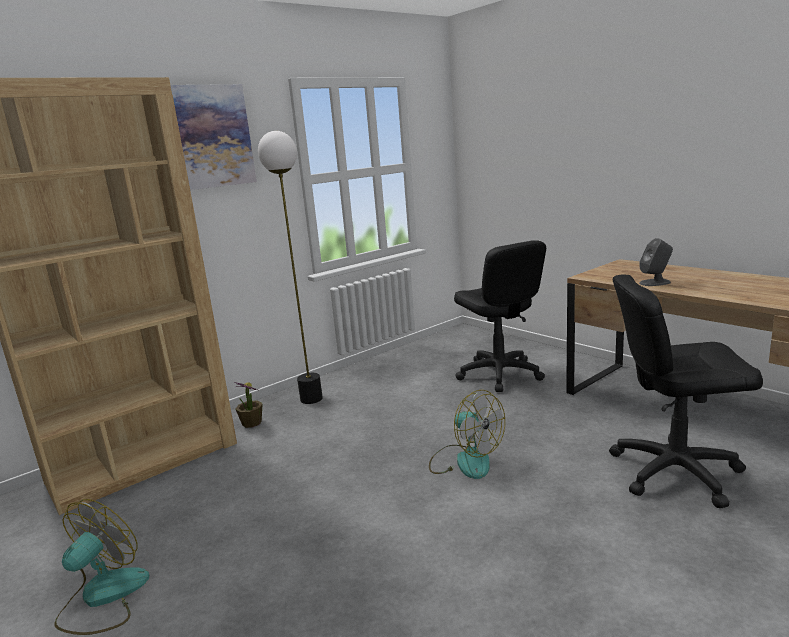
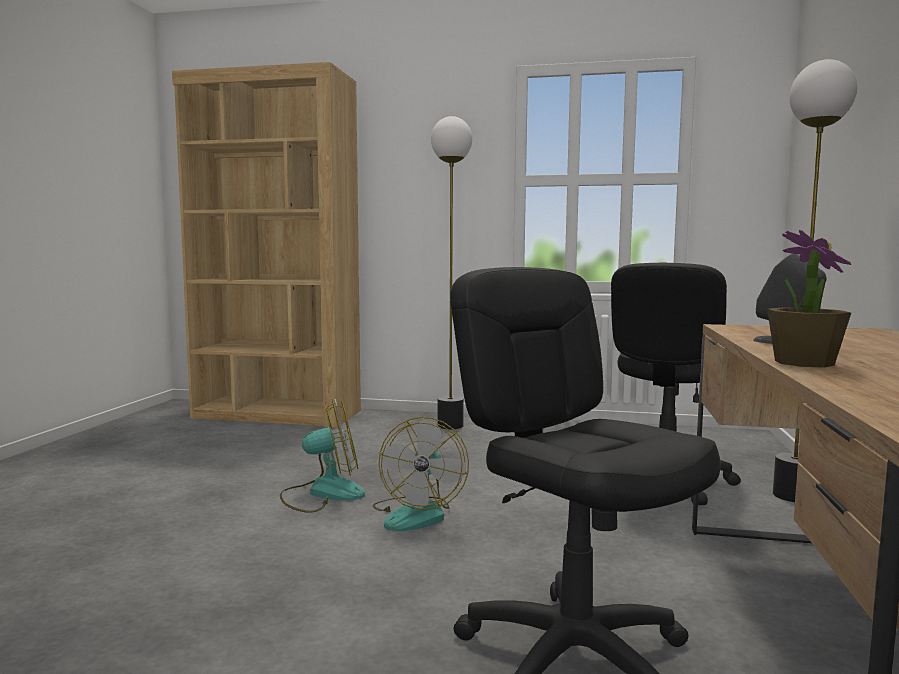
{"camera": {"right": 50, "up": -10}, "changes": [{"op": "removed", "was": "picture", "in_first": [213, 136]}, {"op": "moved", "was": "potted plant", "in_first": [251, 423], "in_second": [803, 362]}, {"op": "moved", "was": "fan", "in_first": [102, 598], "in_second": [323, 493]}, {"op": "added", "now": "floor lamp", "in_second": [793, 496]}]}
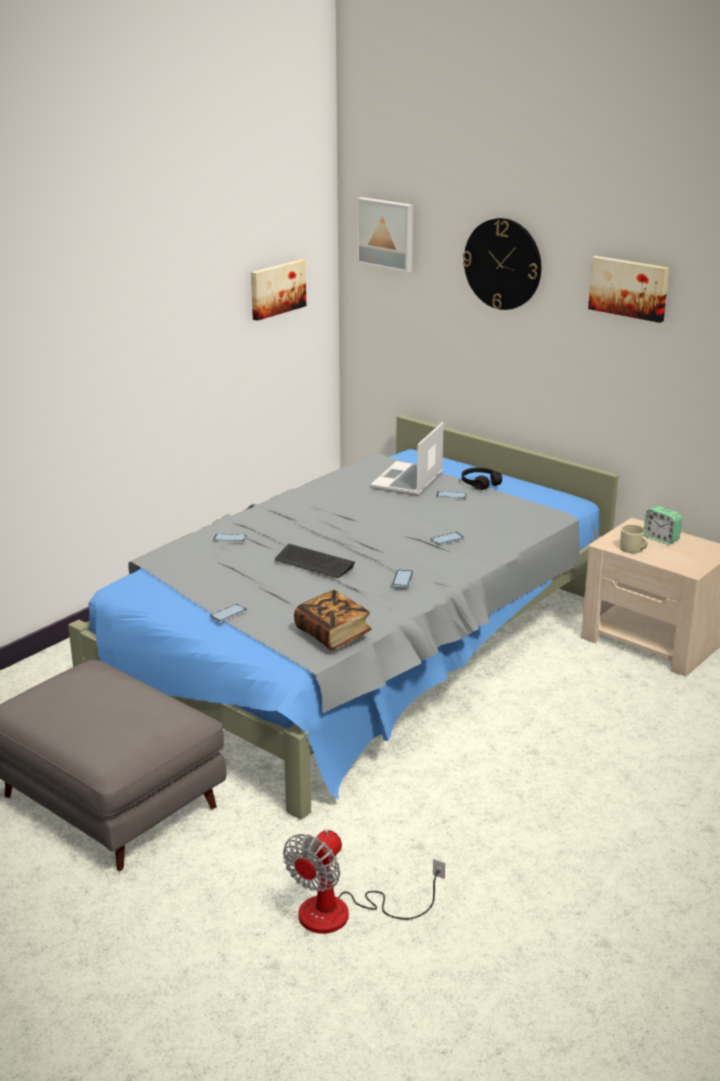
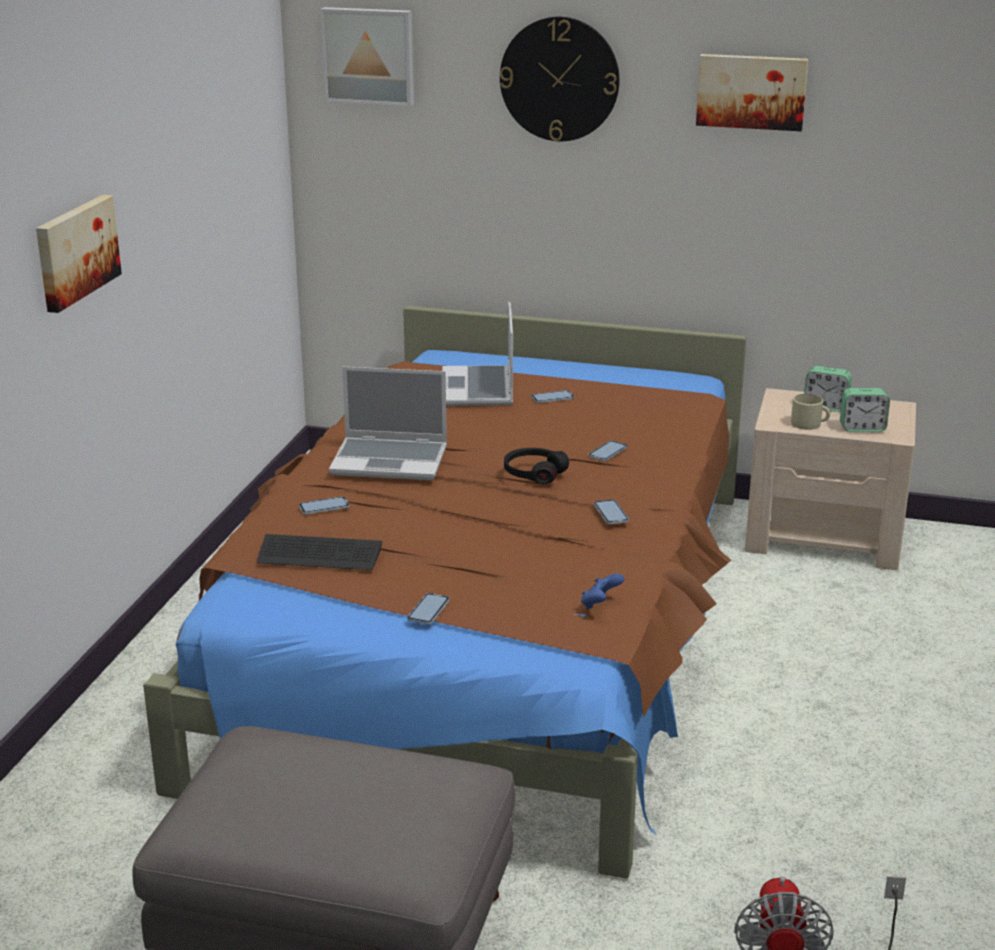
{"camera": {"right": -25, "up": 0}, "changes": [{"op": "moved", "was": "picture", "in_first": [276, 289], "in_second": [75, 251]}, {"op": "recoloured", "was": "grey bed", "now": "brown bed", "in_first": [357, 649], "in_second": [493, 628]}, {"op": "moved", "was": "black headphones", "in_first": [480, 483], "in_second": [534, 473]}, {"op": "moved", "was": "keyboard", "in_first": [314, 563], "in_second": [319, 555]}, {"op": "replaced", "was": "book", "now": "blue game controller", "in_first": [333, 634], "in_second": [600, 604]}, {"op": "added", "now": "laptop", "in_second": [391, 460]}, {"op": "added", "now": "alarm clock", "in_second": [862, 428]}]}
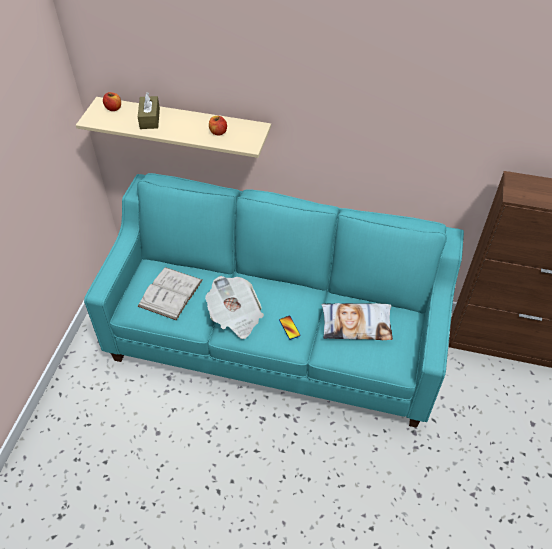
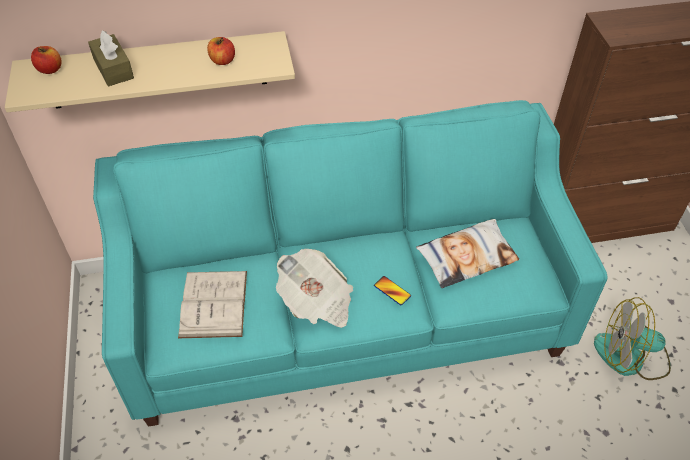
{"camera": {"right": -25, "up": 0}, "changes": [{"op": "added", "now": "fan", "in_second": [631, 357]}]}
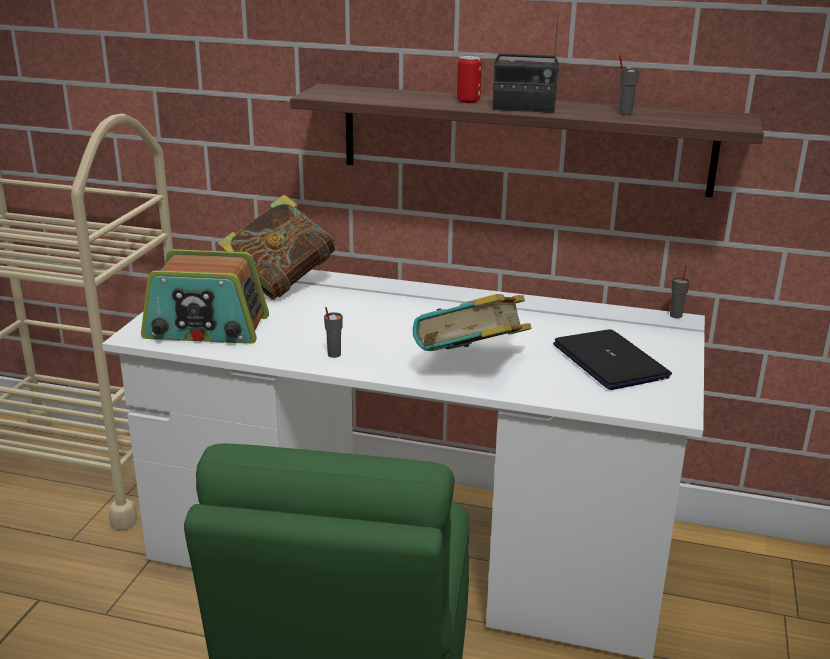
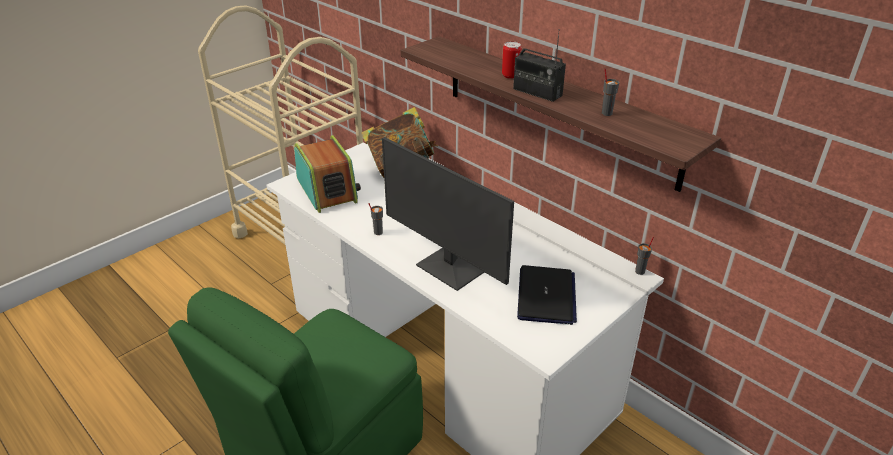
{"camera": {"right": 30, "up": 10}, "changes": [{"op": "turned", "was": "radio", "in_first": [206, 328], "in_second": [327, 190], "clockwise": -150}, {"op": "replaced", "was": "book", "now": "monitor", "in_first": [471, 365], "in_second": [451, 268]}]}
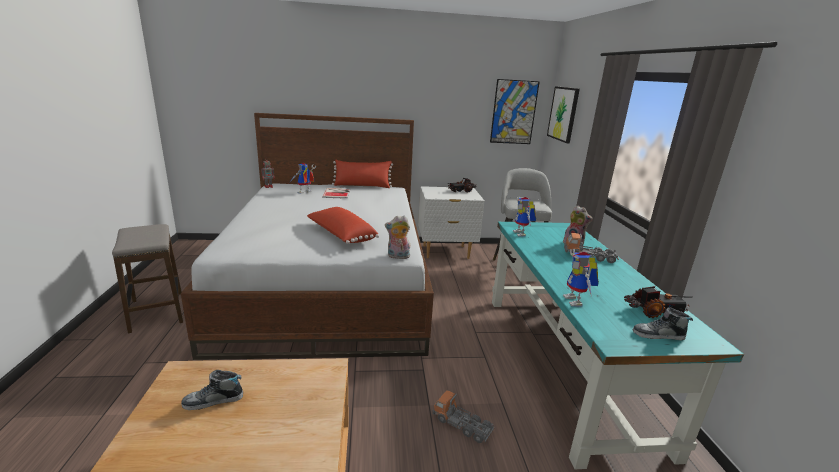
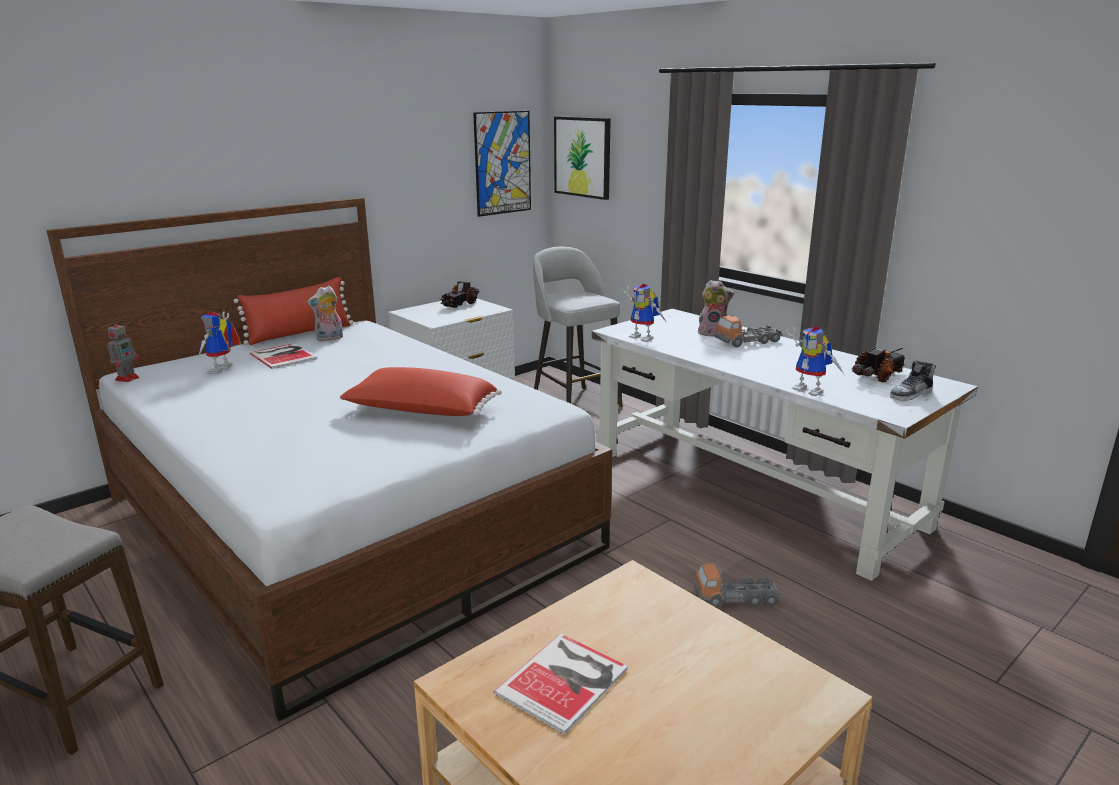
{"camera": {"right": -35, "up": 0}, "changes": [{"op": "moved", "was": "plush toy", "in_first": [398, 257], "in_second": [329, 339]}, {"op": "recoloured", "was": "turquoise desk", "now": "white desk", "in_first": [566, 364], "in_second": [753, 489]}, {"op": "replaced", "was": "shoe", "now": "book", "in_first": [213, 401], "in_second": [566, 680]}]}
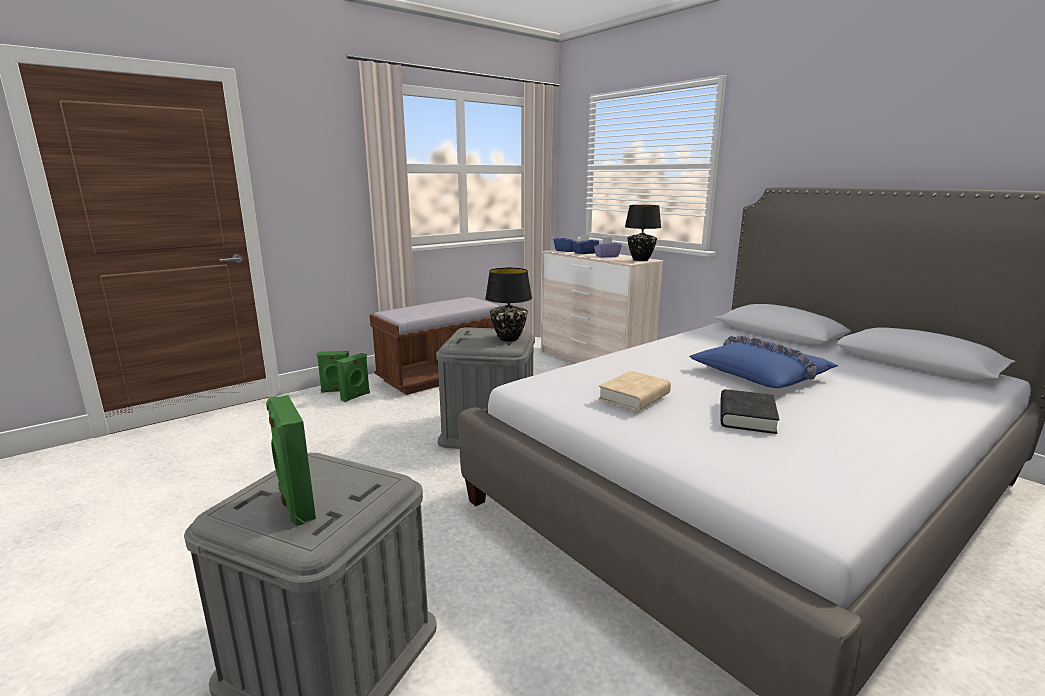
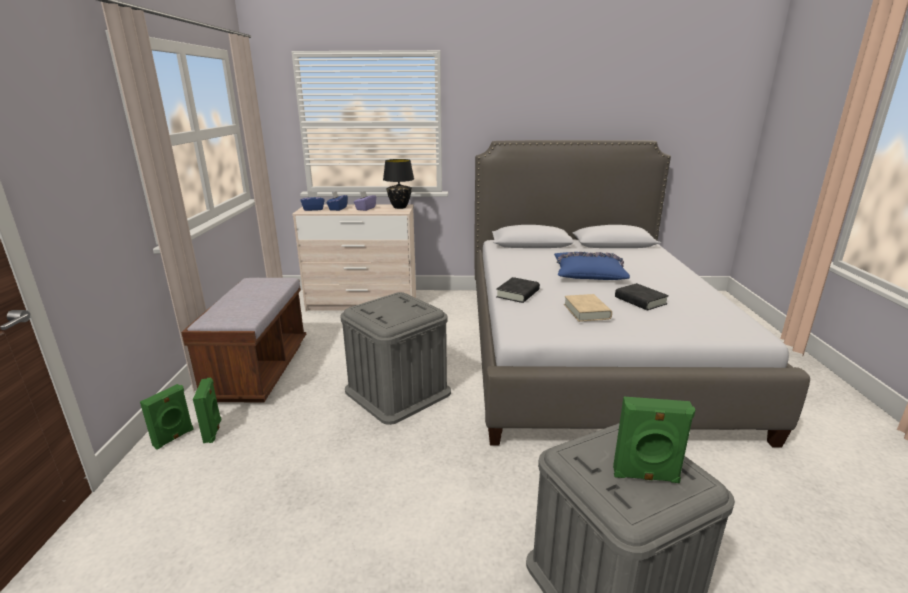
{"camera": {"right": -50, "up": 5}, "changes": [{"op": "removed", "was": "black table lamp", "in_first": [508, 339]}, {"op": "added", "now": "black book", "in_second": [518, 294]}]}
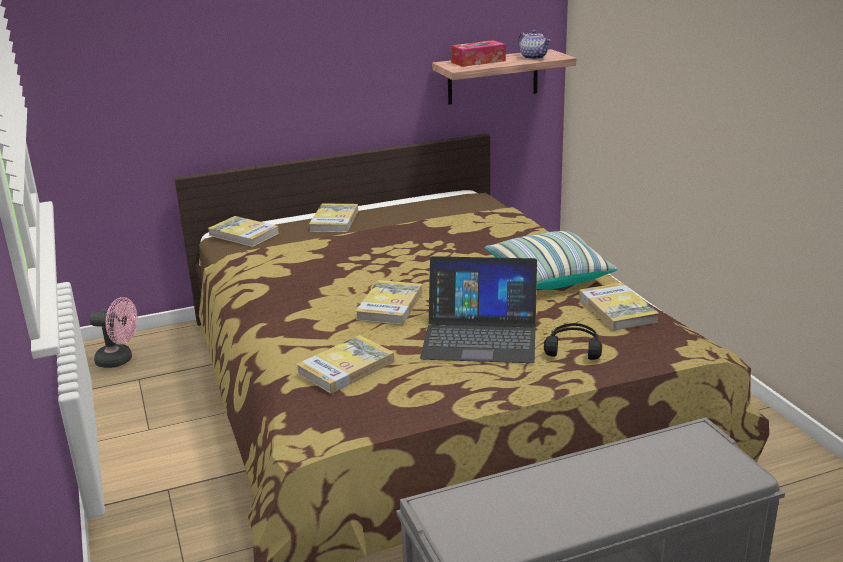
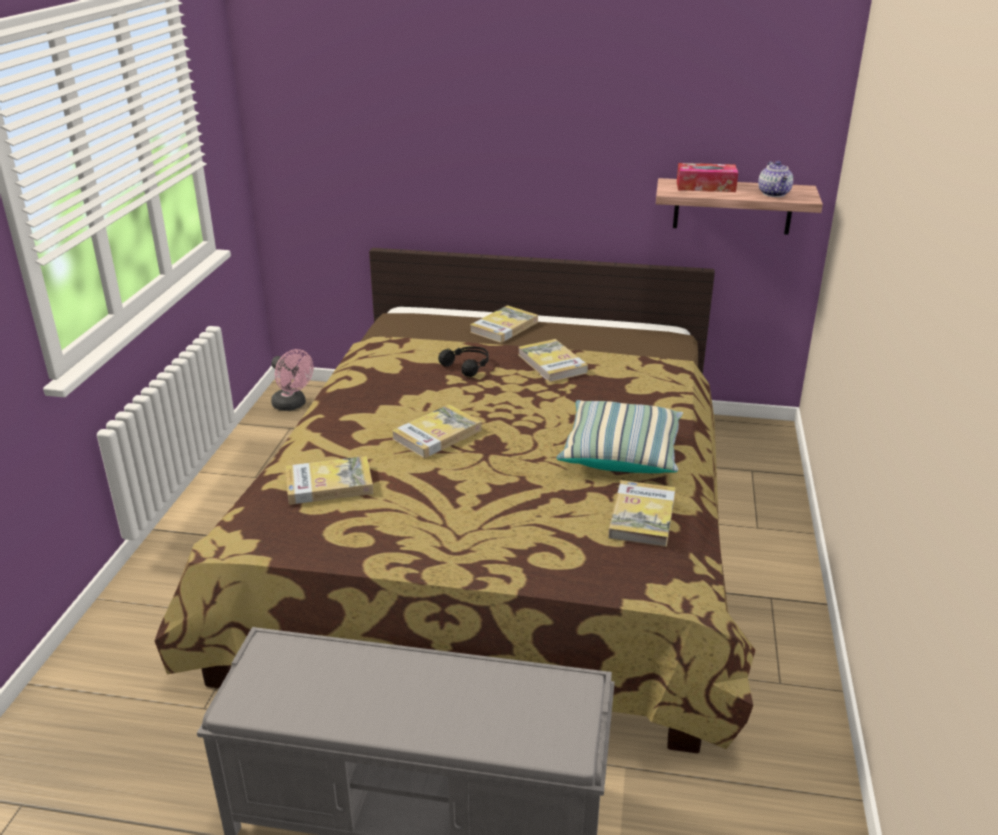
{"camera": {"right": 30, "up": 5}, "changes": [{"op": "moved", "was": "book", "in_first": [244, 234], "in_second": [552, 364]}, {"op": "removed", "was": "laptop", "in_first": [480, 336]}, {"op": "moved", "was": "black headphones", "in_first": [573, 348], "in_second": [468, 366]}]}
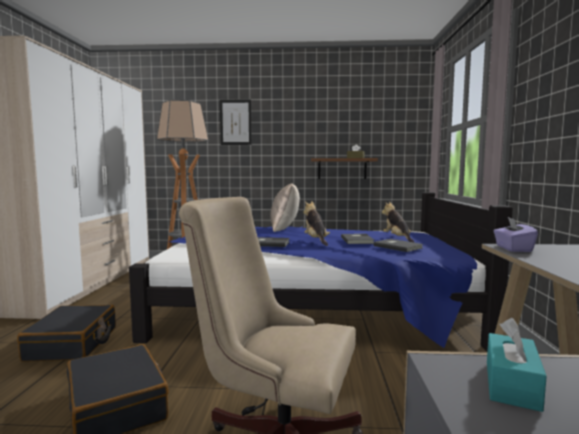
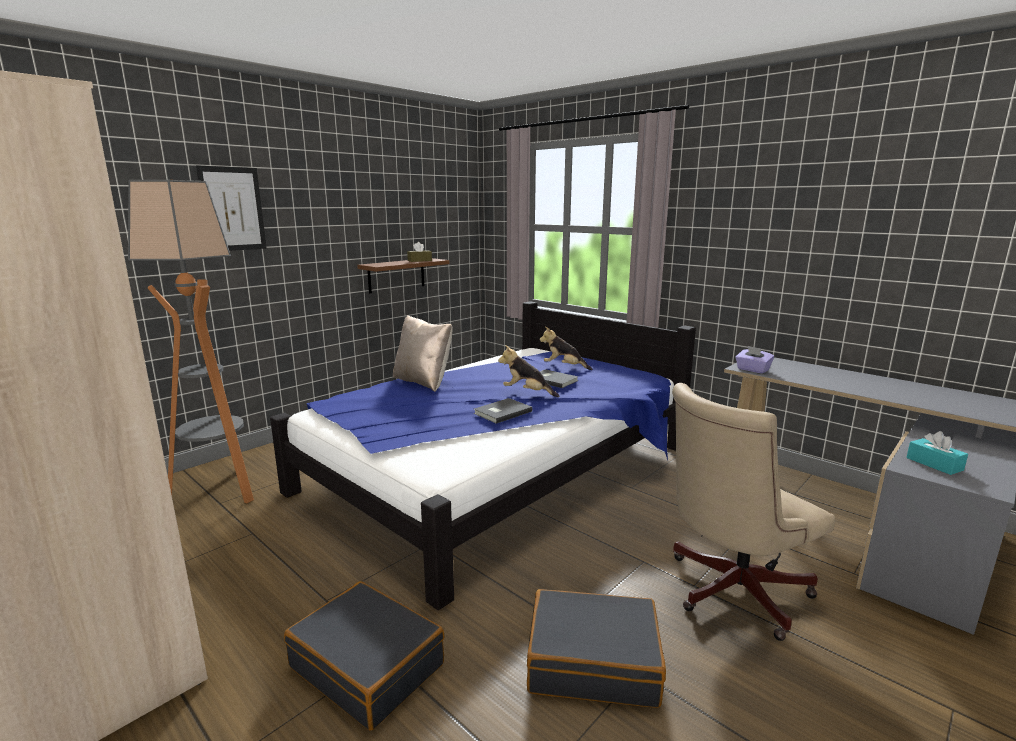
{"camera": {"right": -50, "up": 10}, "changes": [{"op": "removed", "was": "grey book", "in_first": [398, 246]}]}
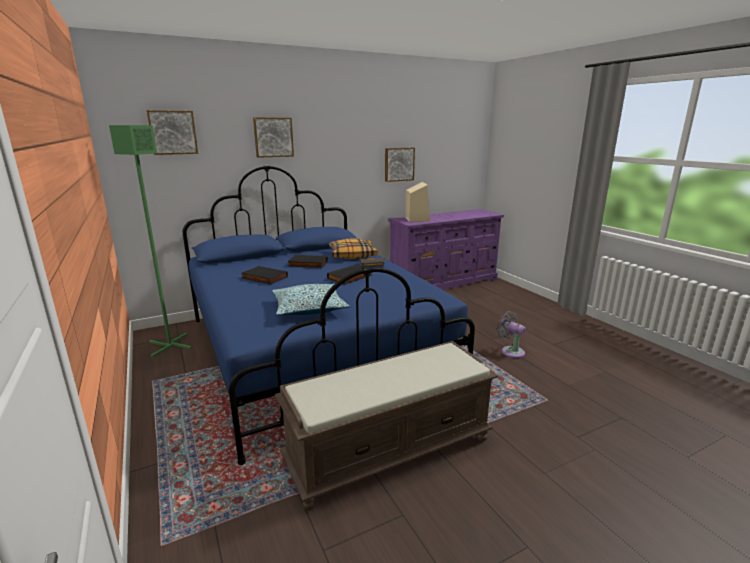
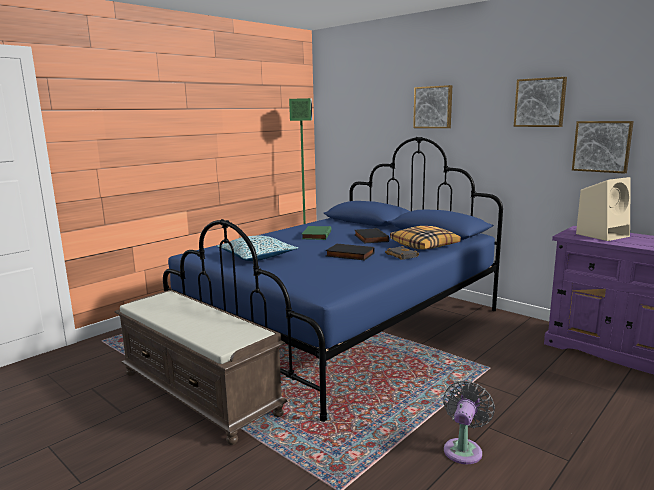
{"camera": {"right": 70, "up": -5}, "changes": [{"op": "moved", "was": "picture", "in_first": [173, 132], "in_second": [540, 102]}, {"op": "recoloured", "was": "black book", "now": "green book", "in_first": [263, 278], "in_second": [316, 235]}]}
